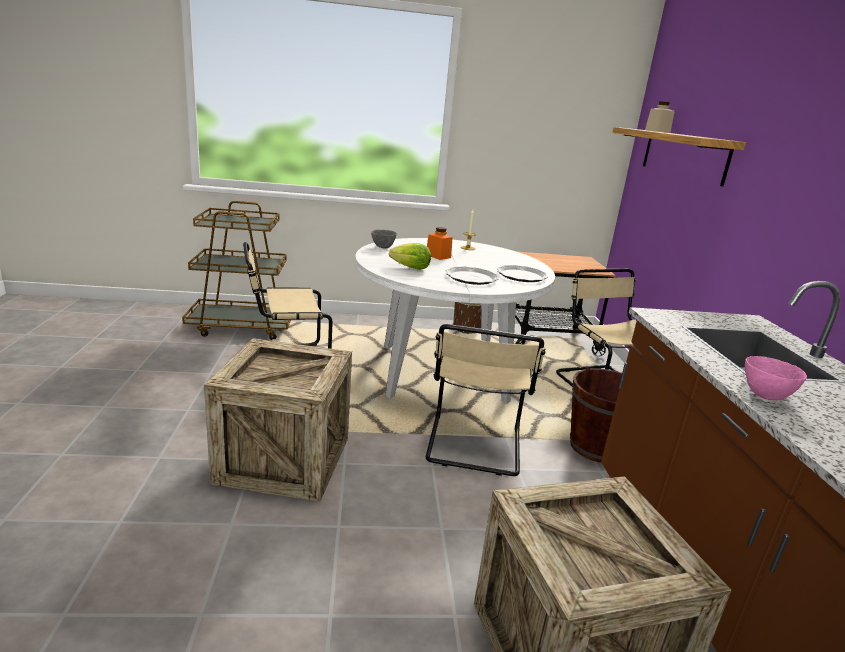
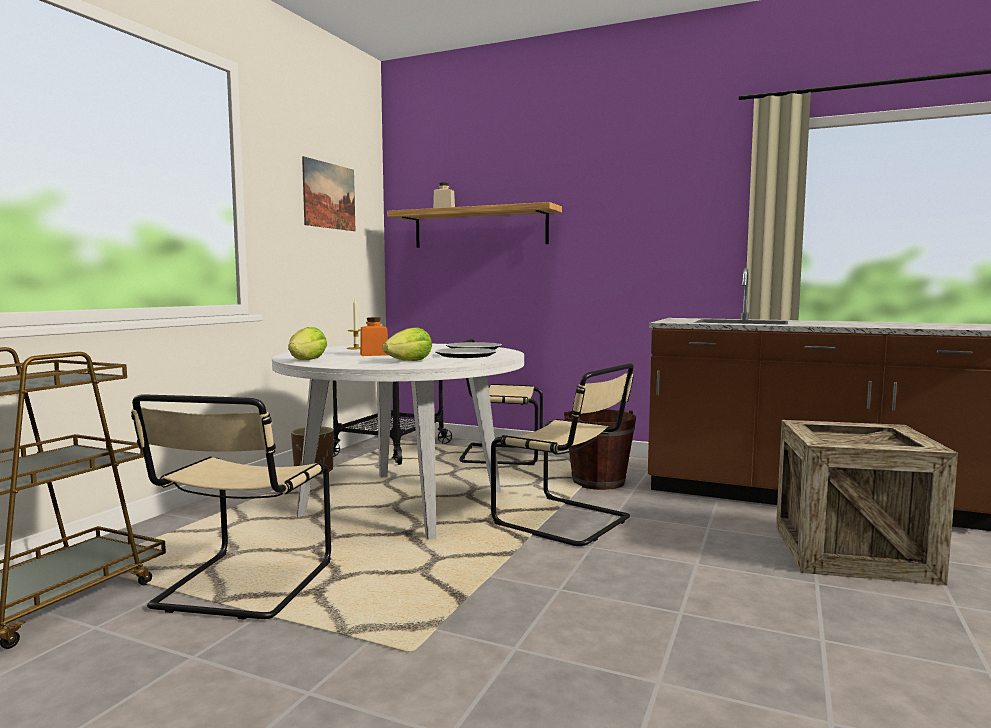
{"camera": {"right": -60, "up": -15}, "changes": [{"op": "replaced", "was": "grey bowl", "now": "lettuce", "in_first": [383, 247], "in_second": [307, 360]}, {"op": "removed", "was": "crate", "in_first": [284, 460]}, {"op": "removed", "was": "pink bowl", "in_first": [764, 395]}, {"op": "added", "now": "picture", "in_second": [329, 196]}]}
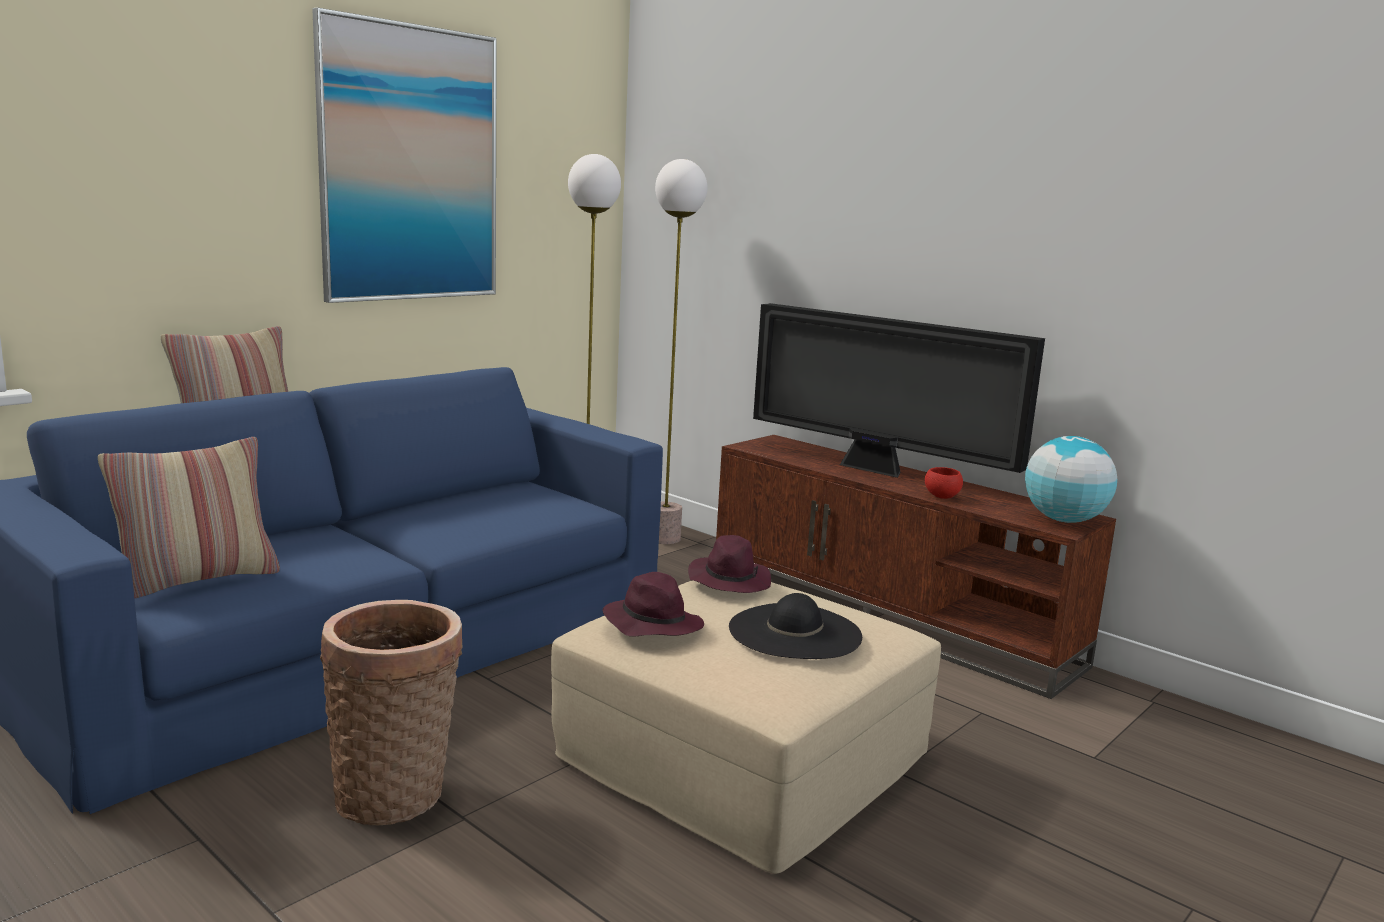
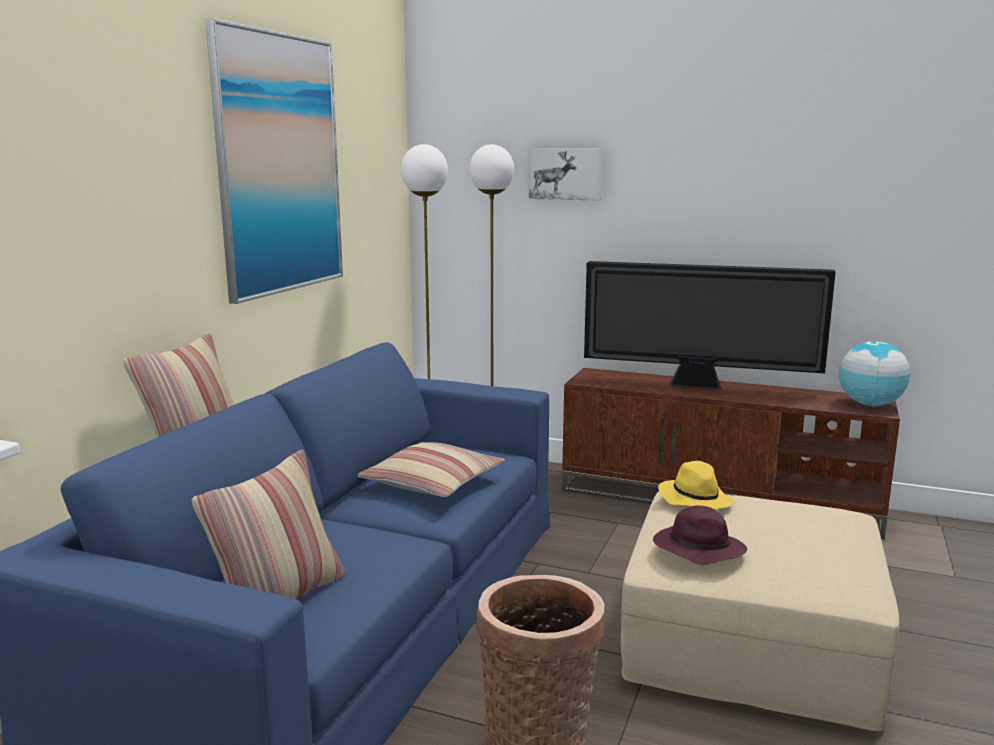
{"camera": {"right": -20, "up": 0}, "changes": [{"op": "removed", "was": "red bowl", "in_first": [941, 496]}, {"op": "recoloured", "was": "purple hat", "now": "yellow hat", "in_first": [729, 581], "in_second": [694, 499]}, {"op": "removed", "was": "black hat", "in_first": [795, 632]}, {"op": "added", "now": "picture", "in_second": [566, 173]}, {"op": "added", "now": "pillow", "in_second": [432, 483]}]}
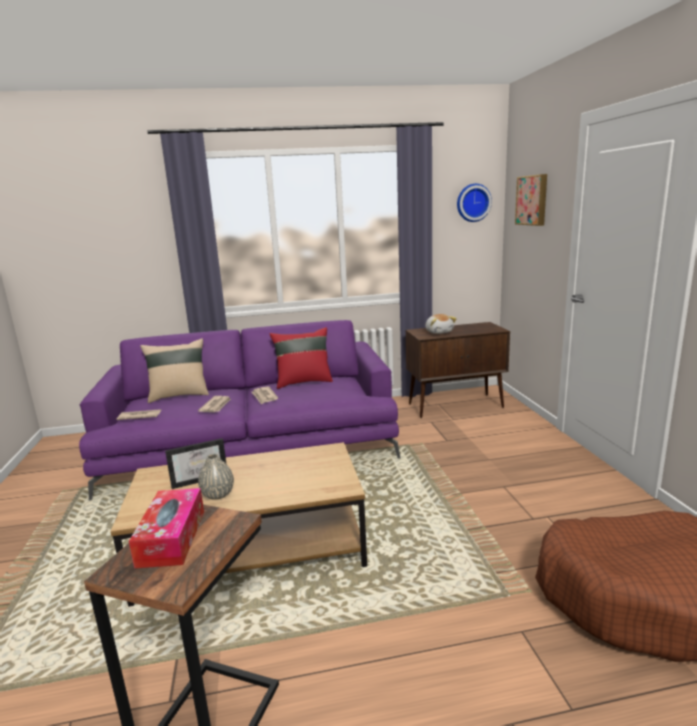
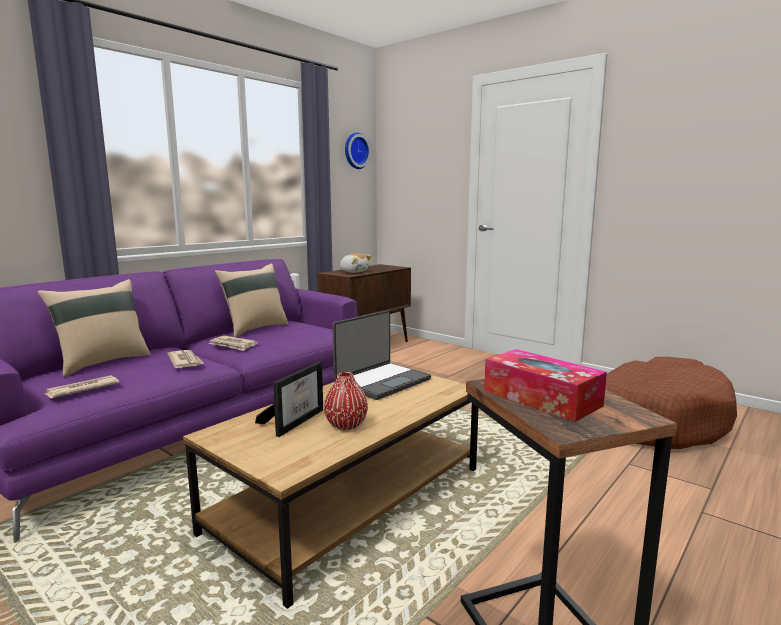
{"camera": {"right": -40, "up": -5}, "changes": [{"op": "removed", "was": "picture", "in_first": [532, 200]}, {"op": "recoloured", "was": "red pillow", "now": "beige pillow", "in_first": [303, 382], "in_second": [254, 329]}, {"op": "recoloured", "was": "grey vase", "now": "red vase", "in_first": [218, 494], "in_second": [346, 425]}, {"op": "added", "now": "laptop", "in_second": [382, 381]}]}
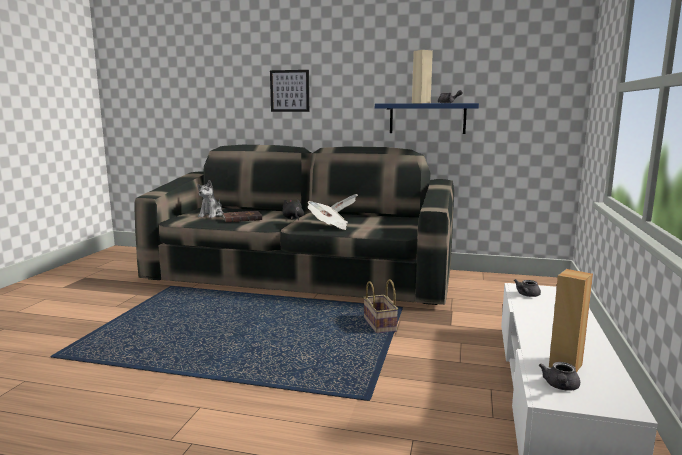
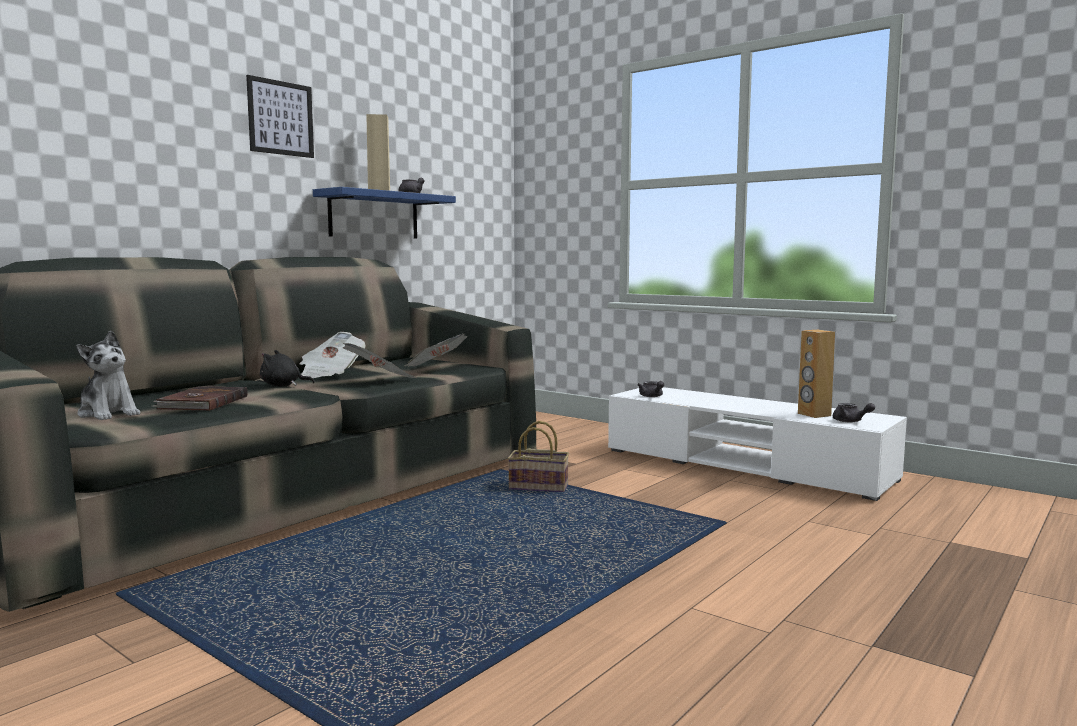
{"camera": {"right": -65, "up": -5}, "changes": [{"op": "moved", "was": "picture", "in_first": [289, 91], "in_second": [280, 118]}, {"op": "added", "now": "newspaper", "in_second": [435, 368]}]}
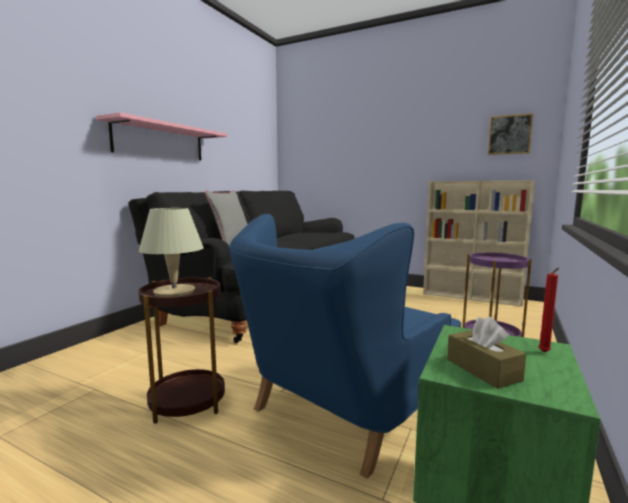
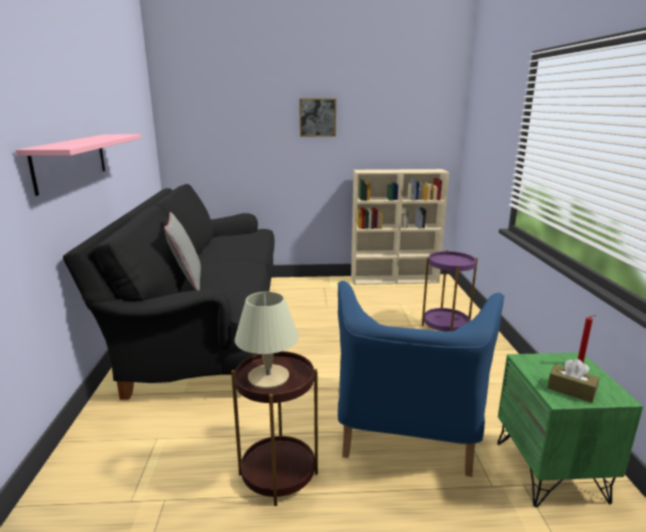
{"camera": {"right": -30, "up": 10}, "changes": [{"op": "moved", "was": "picture", "in_first": [509, 135], "in_second": [317, 117]}]}
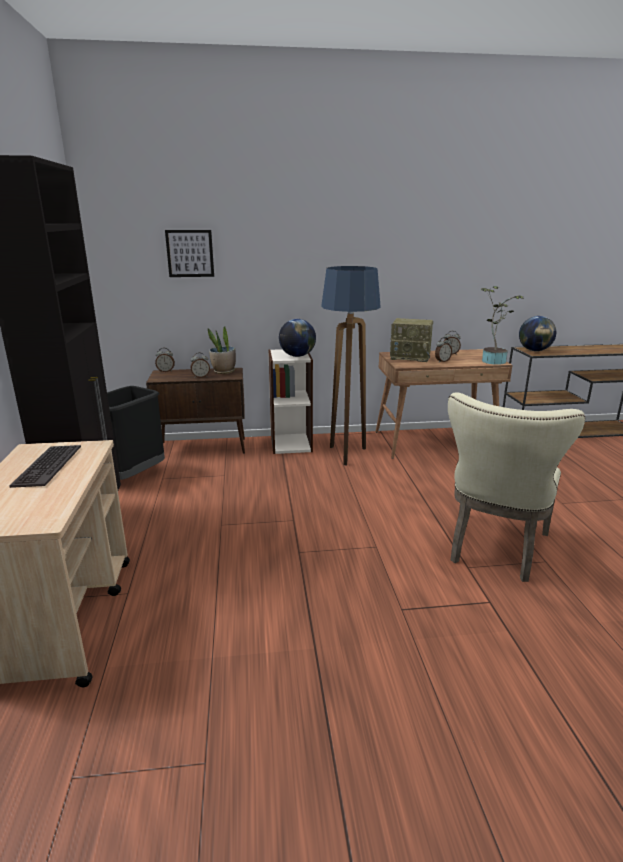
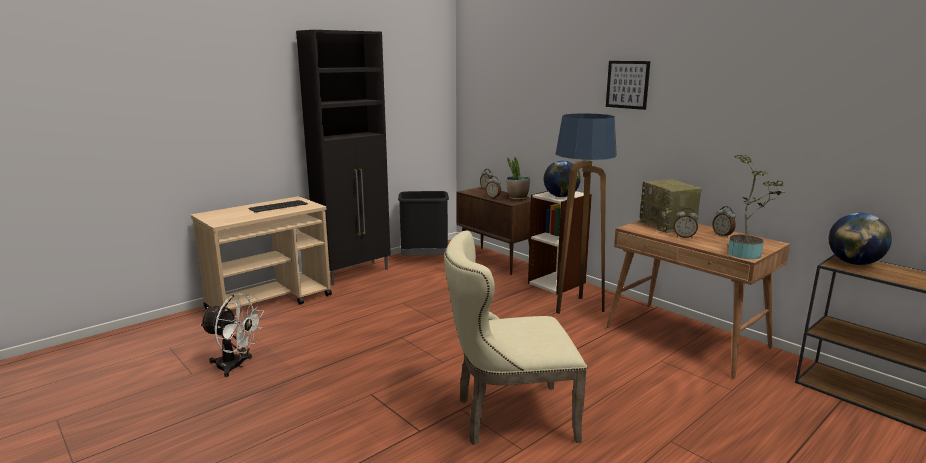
{"camera": {"right": 55, "up": -5}, "changes": [{"op": "moved", "was": "picture", "in_first": [190, 253], "in_second": [627, 84]}, {"op": "added", "now": "white fan", "in_second": [236, 366]}]}
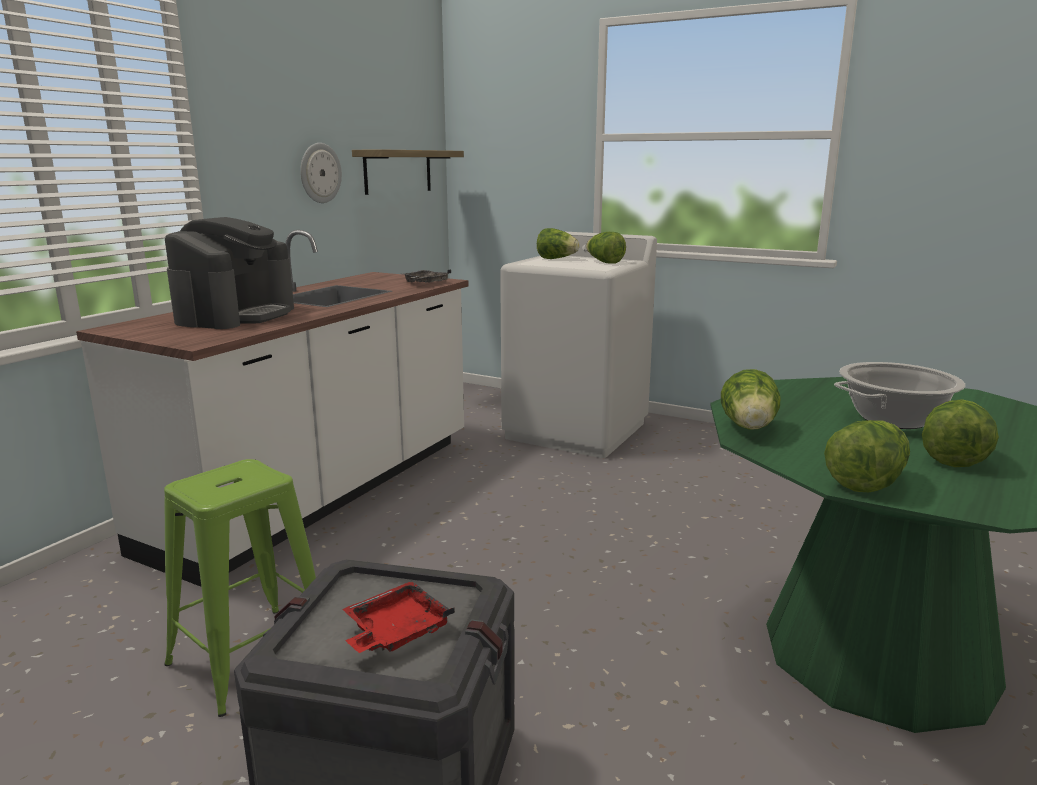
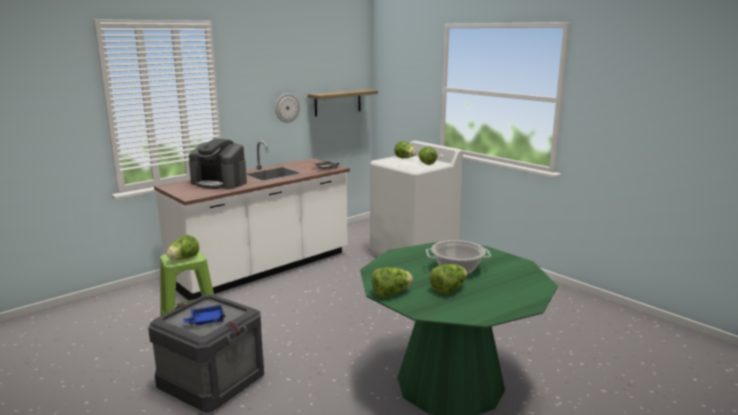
{"camera": {"right": 20, "up": 0}, "changes": [{"op": "turned", "was": "coffee machine", "in_first": [236, 315], "in_second": [220, 183], "clockwise": 75}, {"op": "moved", "was": "lettuce", "in_first": [749, 429], "in_second": [184, 259]}, {"op": "recoloured", "was": "red tray", "now": "blue tray", "in_first": [395, 631], "in_second": [206, 320]}]}
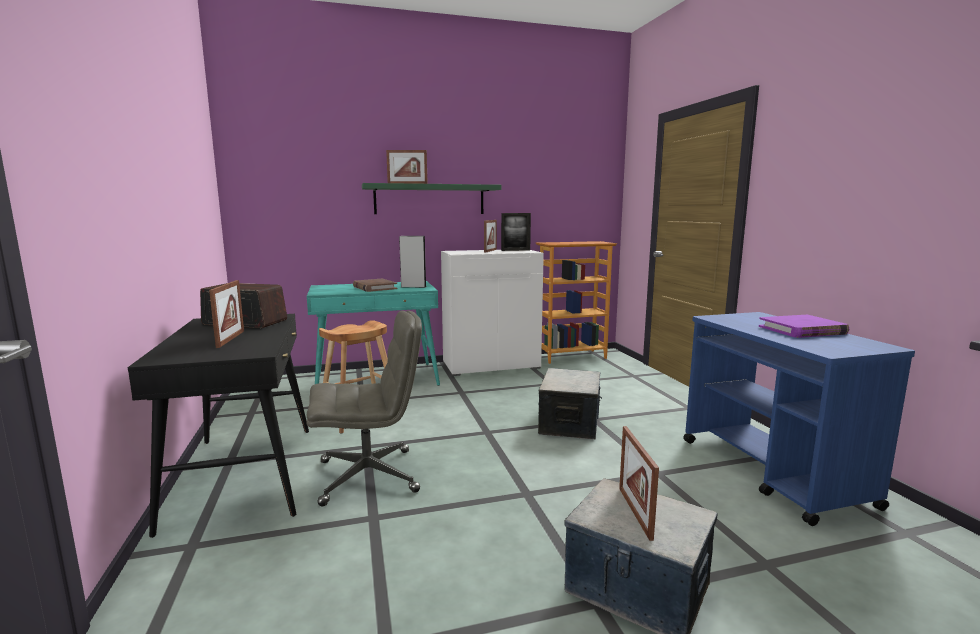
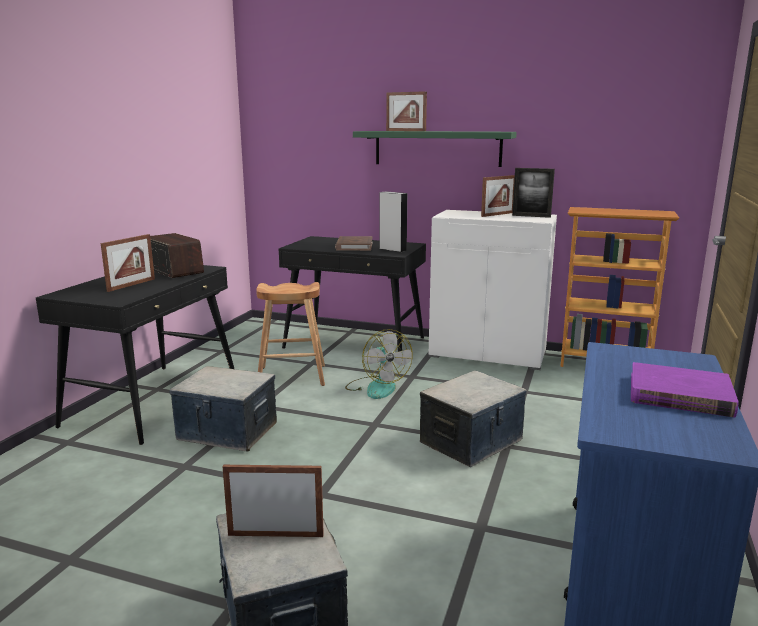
{"camera": {"right": 35, "up": 5}, "changes": [{"op": "recoloured", "was": "turquoise desk", "now": "black desk", "in_first": [377, 379], "in_second": [355, 343]}, {"op": "replaced", "was": "grey office chair", "now": "storage box", "in_first": [369, 476], "in_second": [227, 432]}, {"op": "turned", "was": "picture frame", "in_first": [635, 512], "in_second": [275, 535], "clockwise": 60}, {"op": "added", "now": "fan", "in_second": [377, 387]}]}
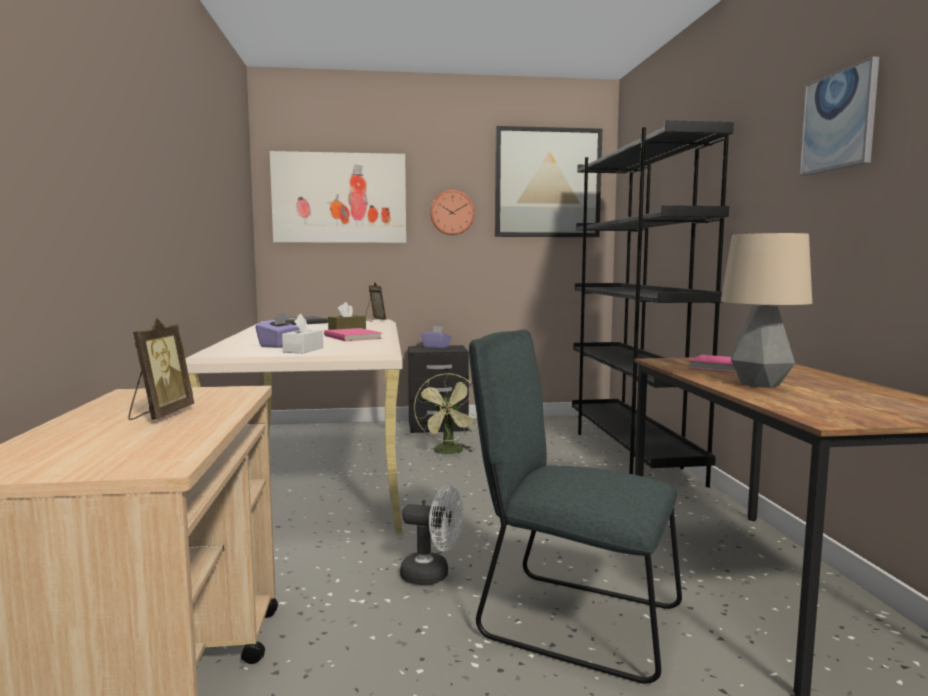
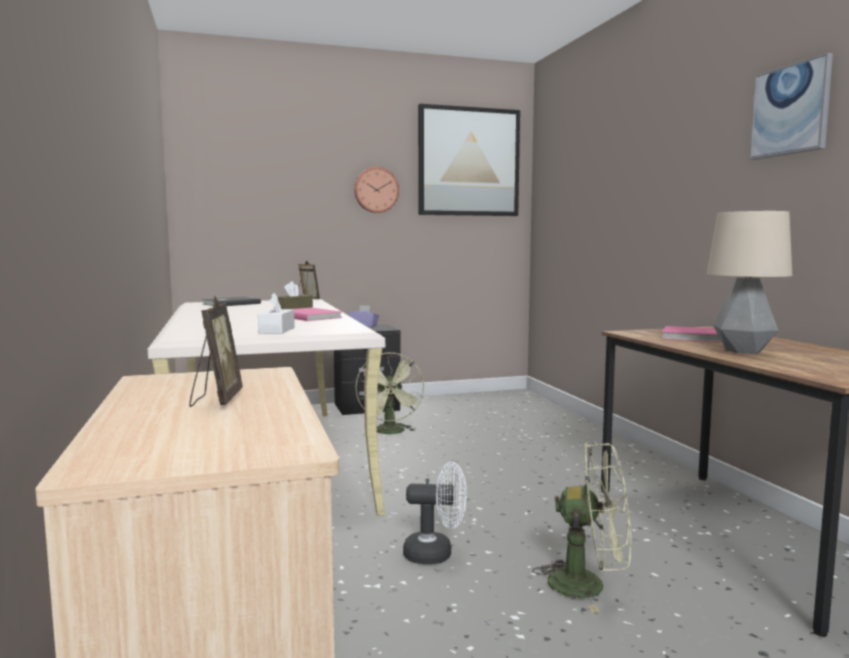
{"camera": {"right": -10, "up": 0}, "changes": [{"op": "removed", "was": "black bookcase", "in_first": [631, 453]}, {"op": "removed", "was": "picture", "in_first": [339, 198]}, {"op": "removed", "was": "purple tissue box", "in_first": [280, 345]}, {"op": "replaced", "was": "grey chair", "now": "green fan", "in_first": [570, 620], "in_second": [589, 585]}]}
